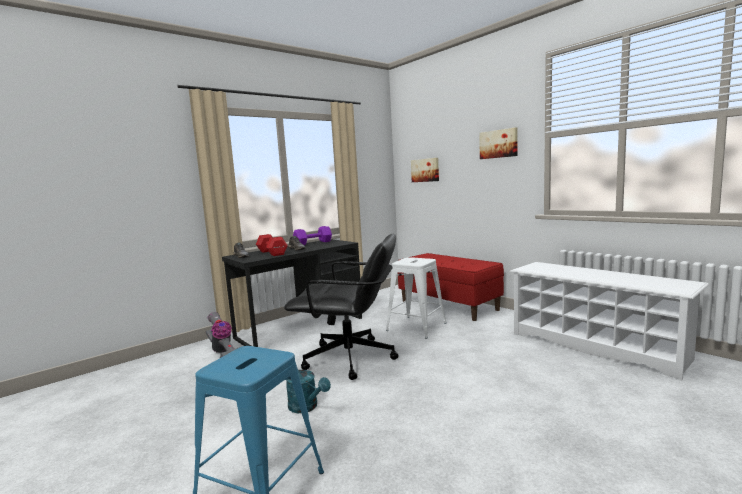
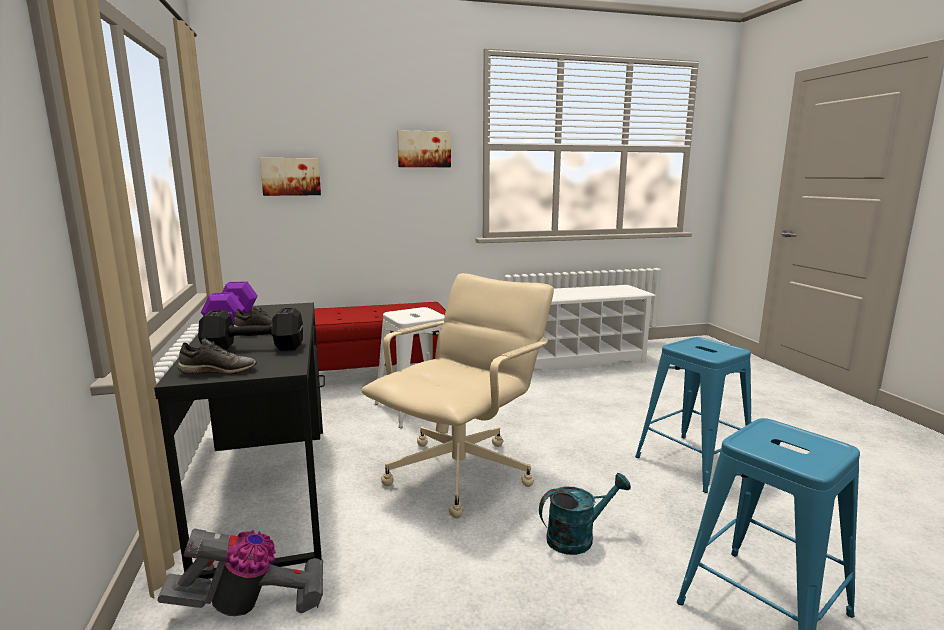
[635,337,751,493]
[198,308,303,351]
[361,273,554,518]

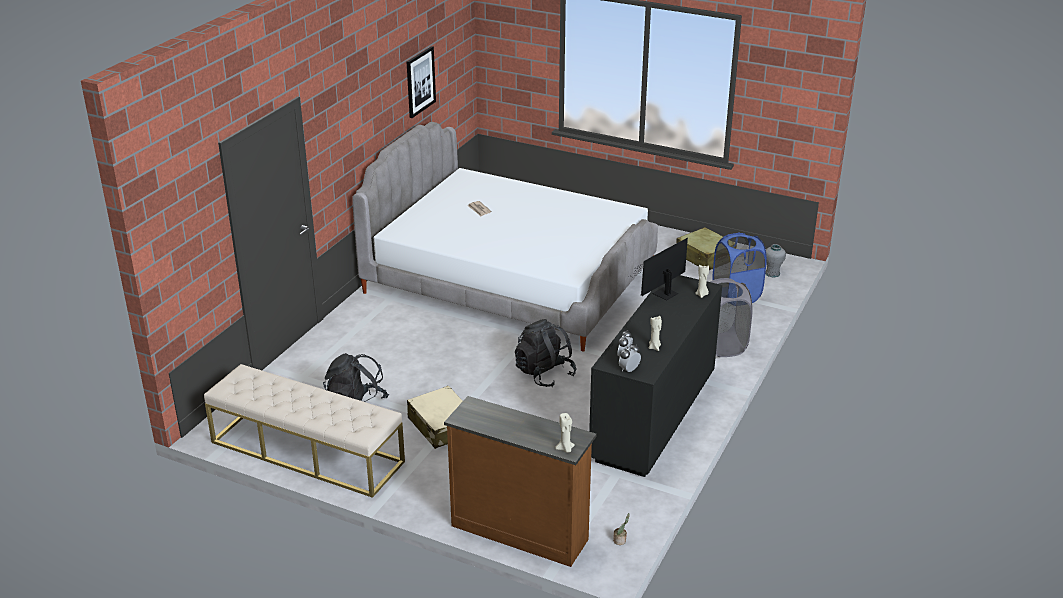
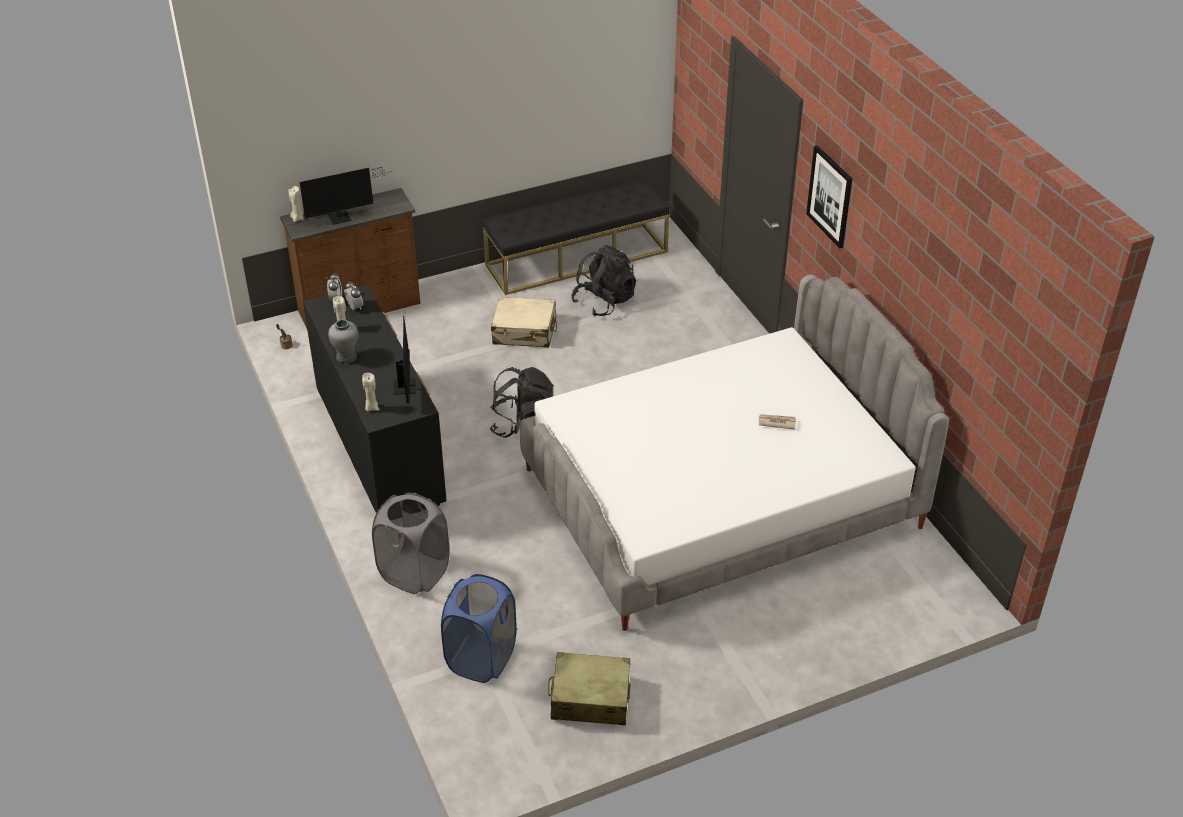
[300,167,392,225]
[806,145,852,248]
[328,319,359,364]
[483,179,669,295]

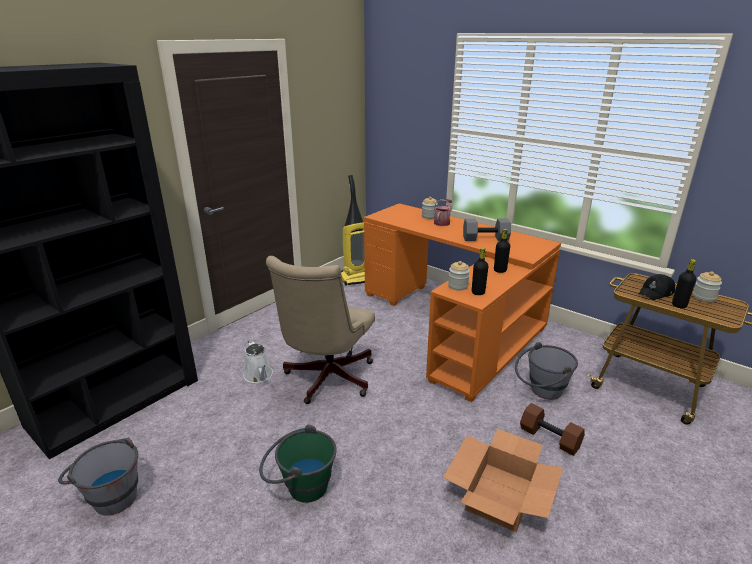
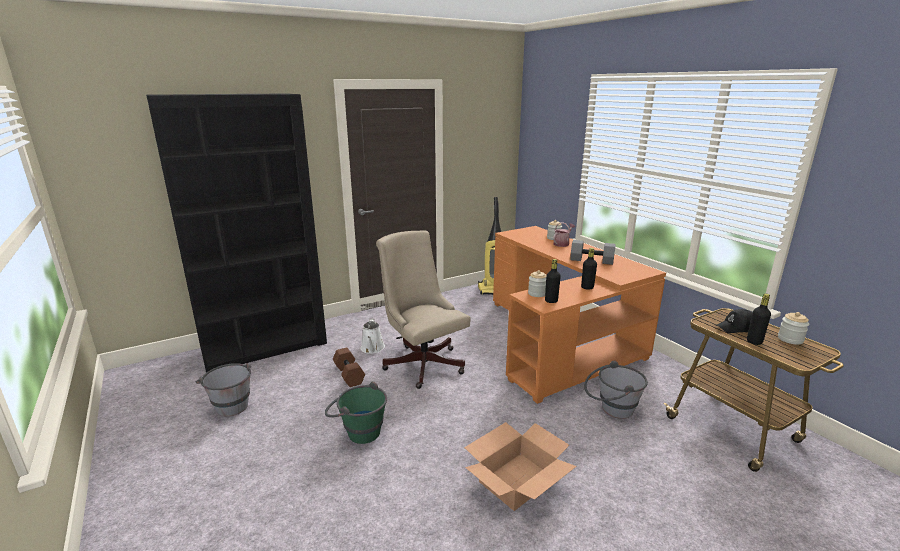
[333,348,365,387]
[376,231,471,389]

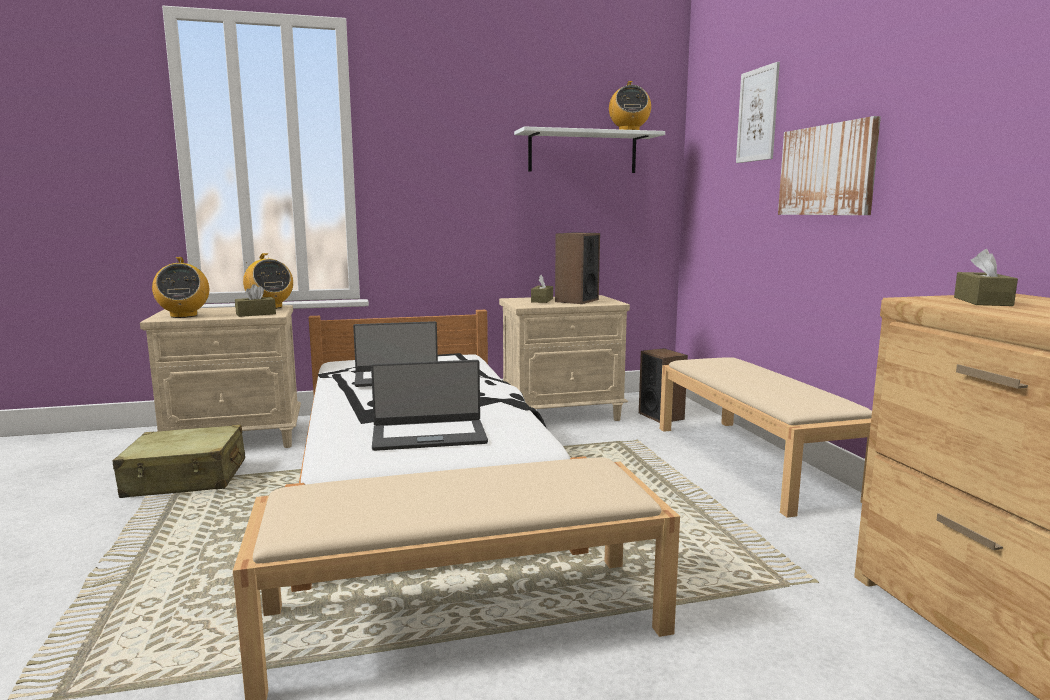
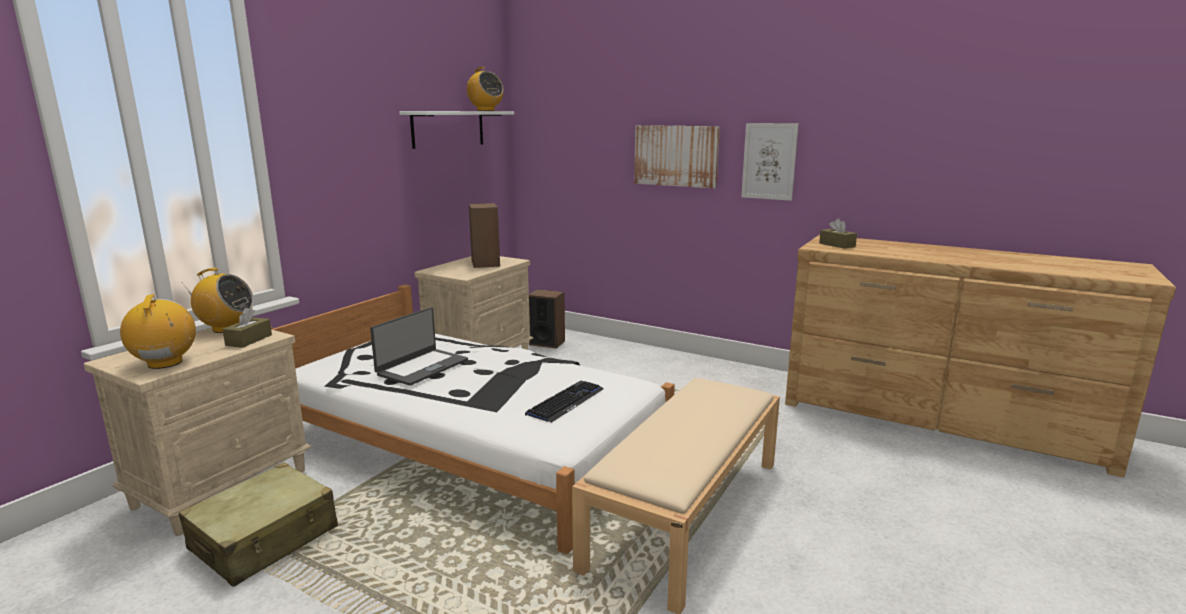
[531,275,553,303] (first image)
[660,357,872,518] (first image)
[741,123,799,201]
[525,381,604,423]
[120,294,196,369]

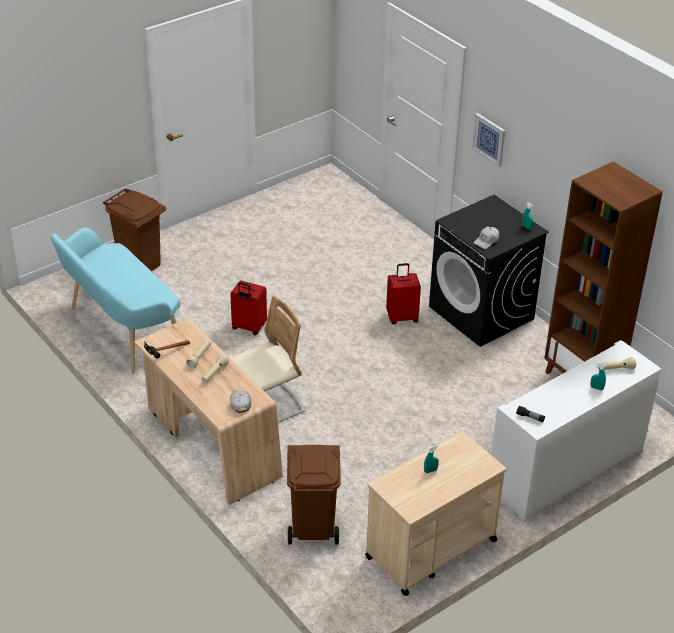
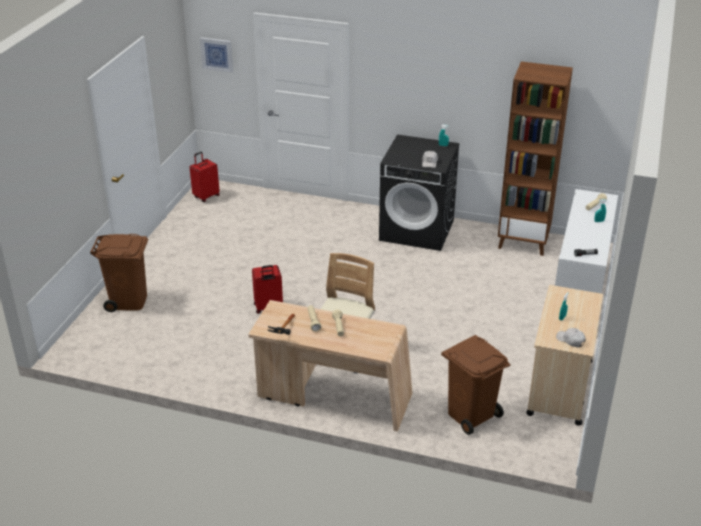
[50,228,180,374] (first image)
[556,328,586,347]
[190,152,220,202]
[200,38,233,72]

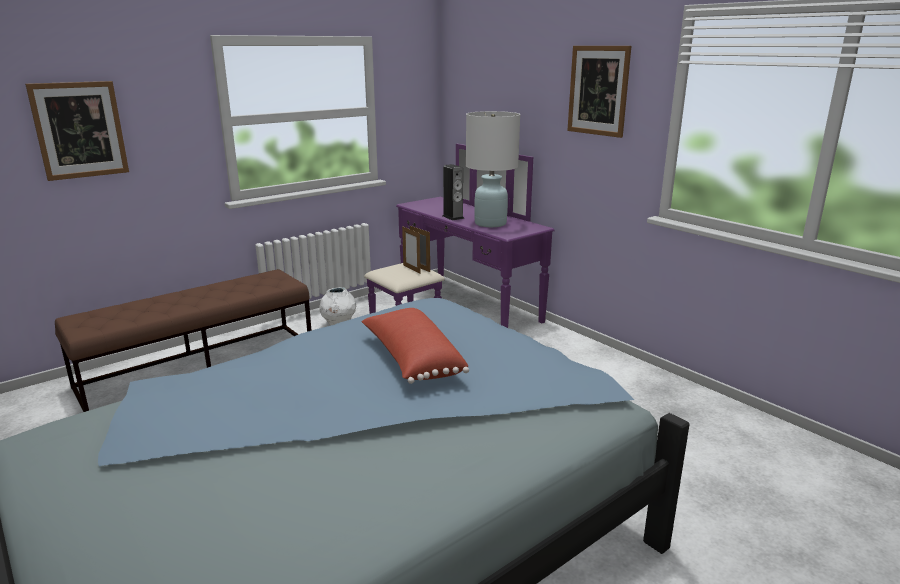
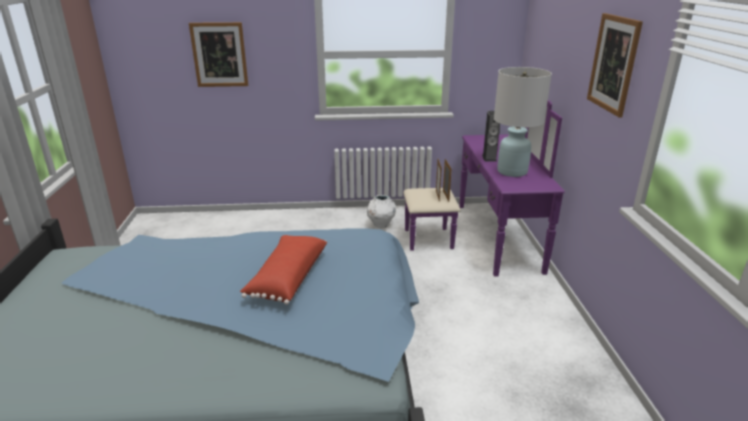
[55,269,312,412] (first image)

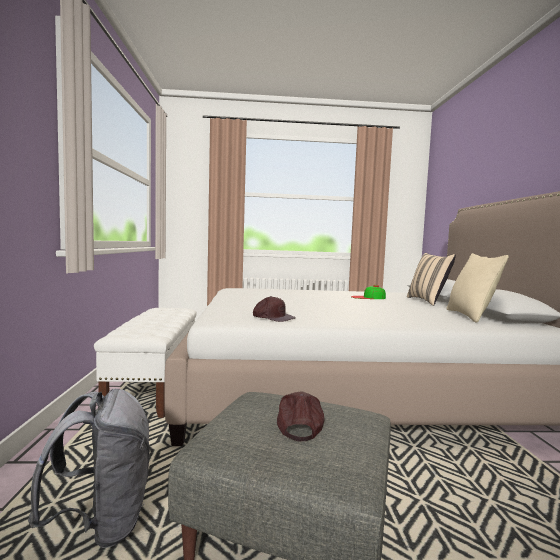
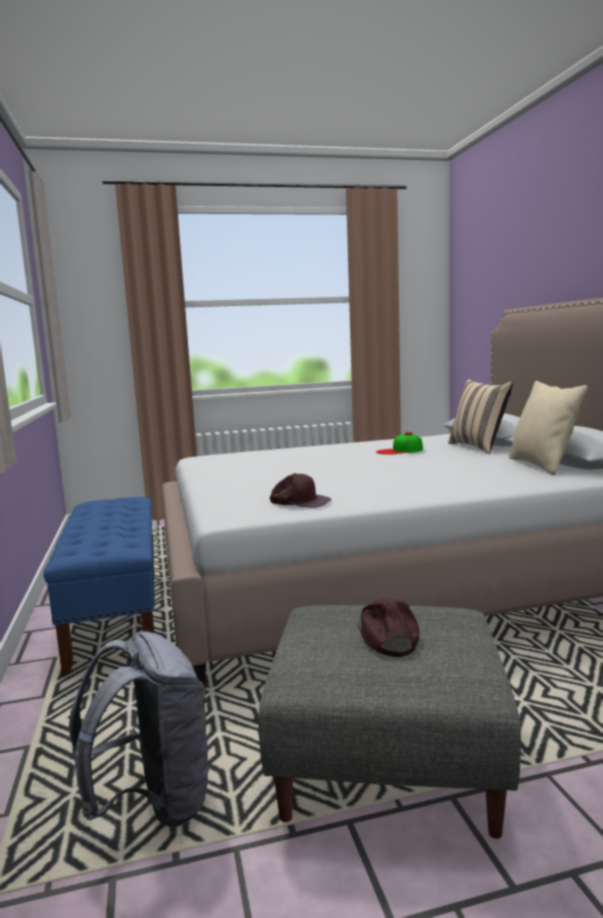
[43,497,155,675]

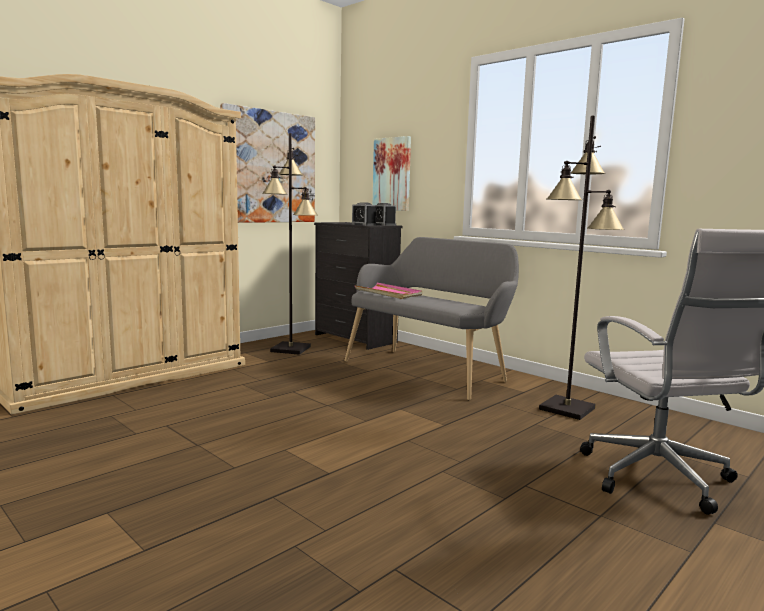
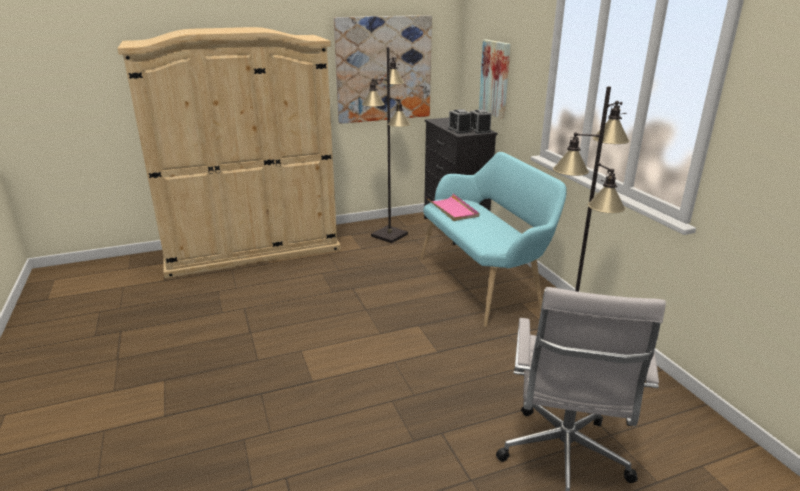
[421,152,567,327]

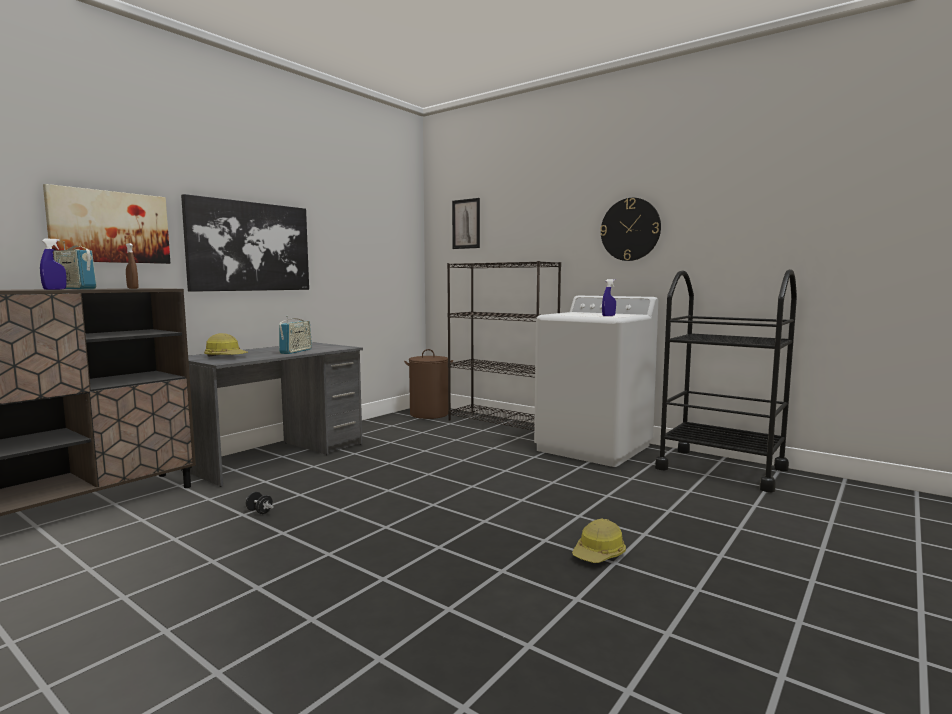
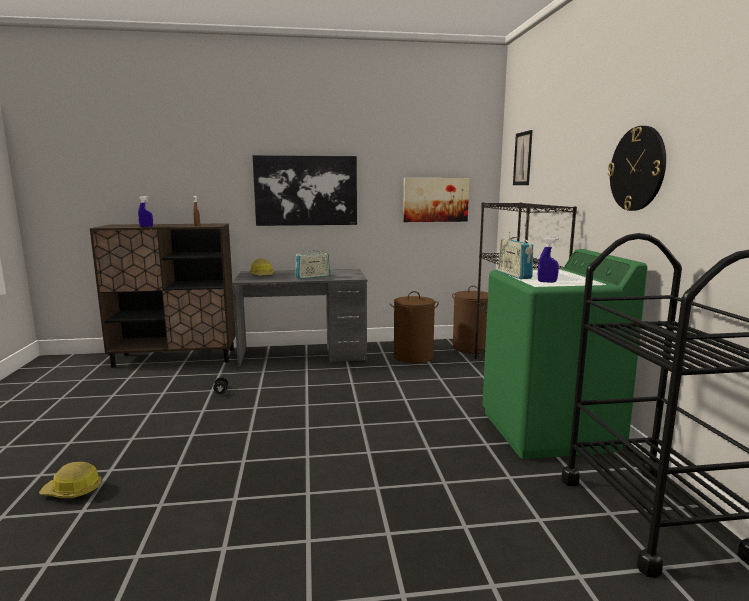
[390,291,439,363]
[403,178,469,222]
[498,232,533,279]
[39,462,102,498]
[483,249,648,459]

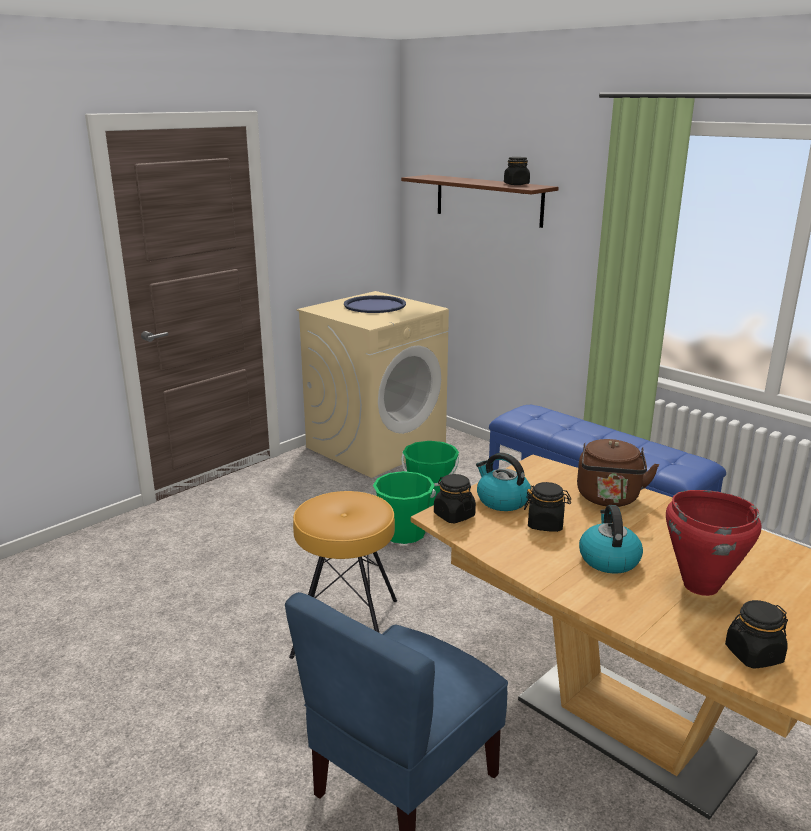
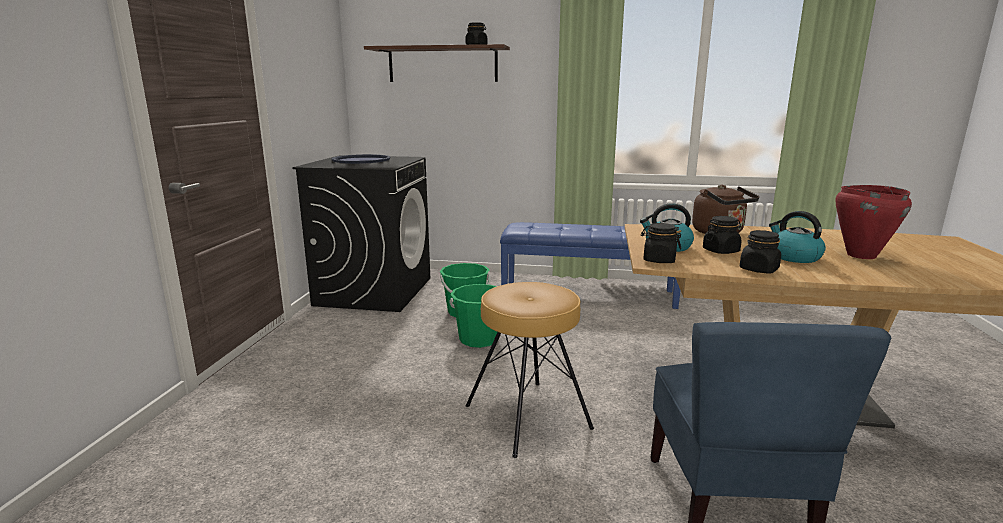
[740,230,781,274]
[292,155,430,312]

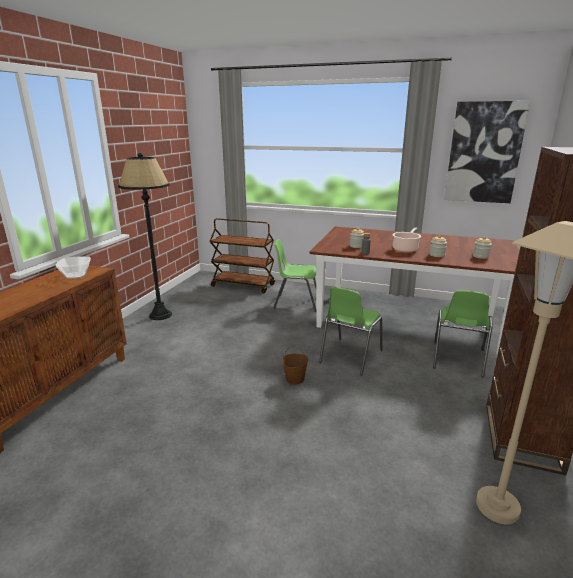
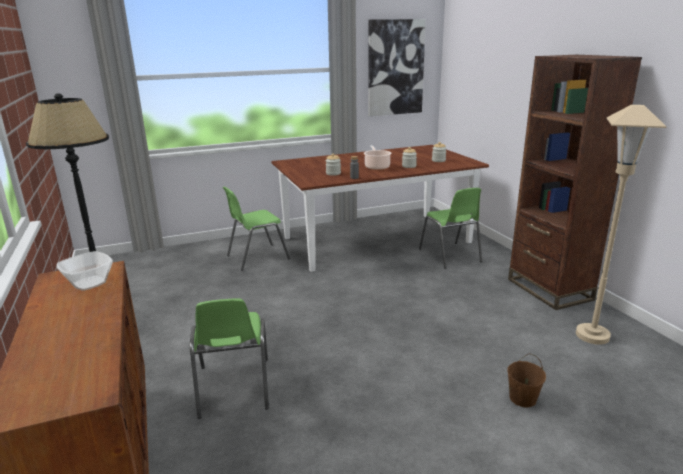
[209,218,275,293] (first image)
[508,354,546,407]
[190,299,269,419]

